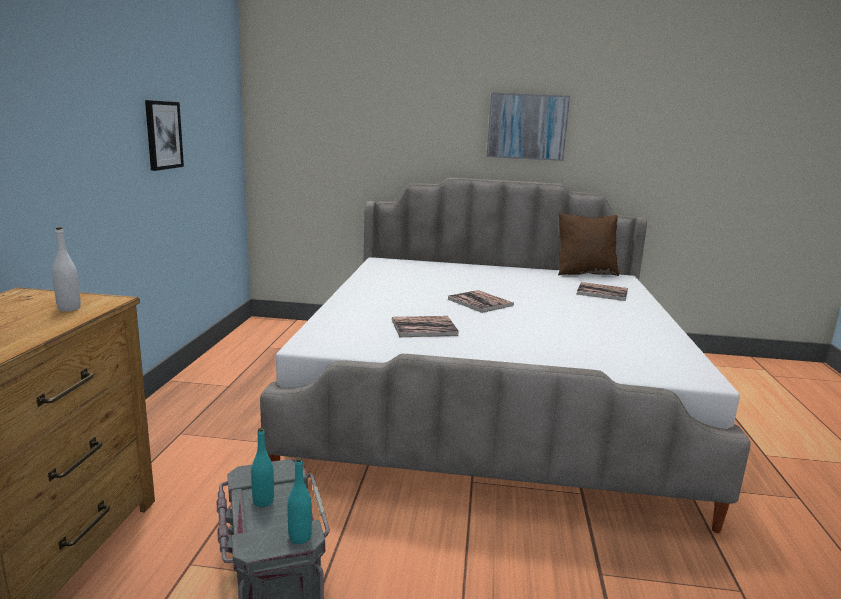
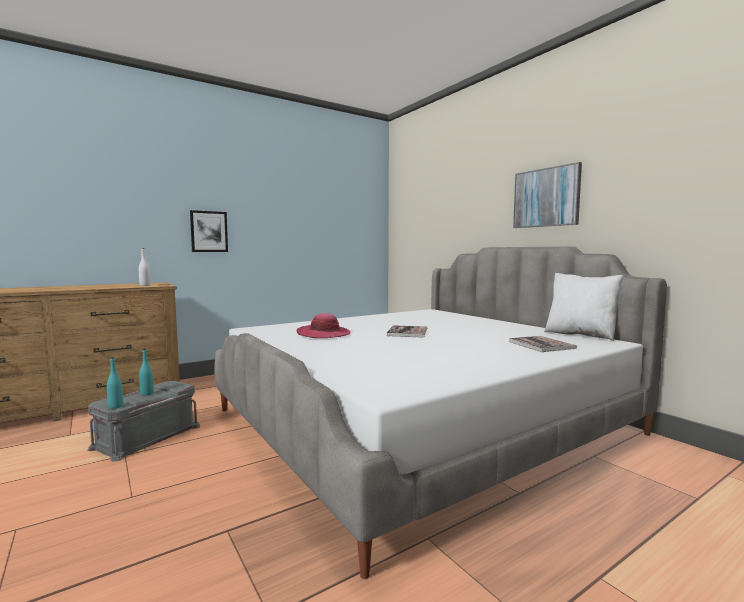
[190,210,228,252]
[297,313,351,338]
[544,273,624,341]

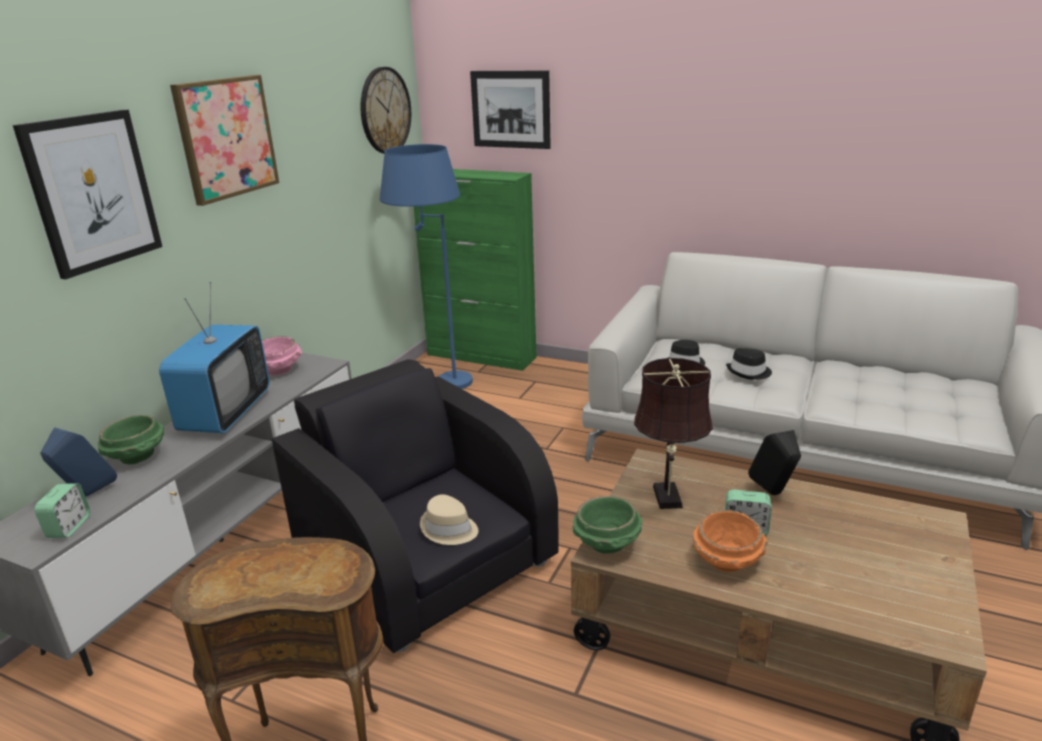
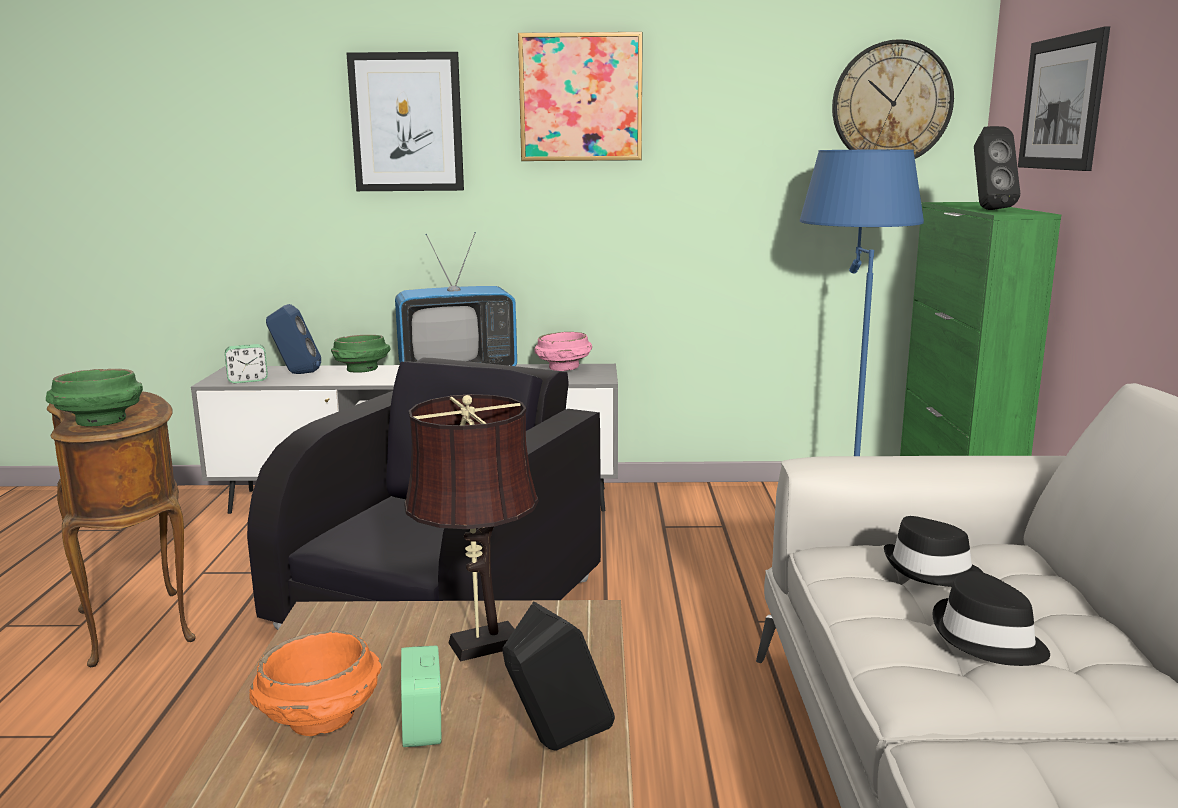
[420,494,478,545] (first image)
[974,126,1020,210]
[46,369,143,426]

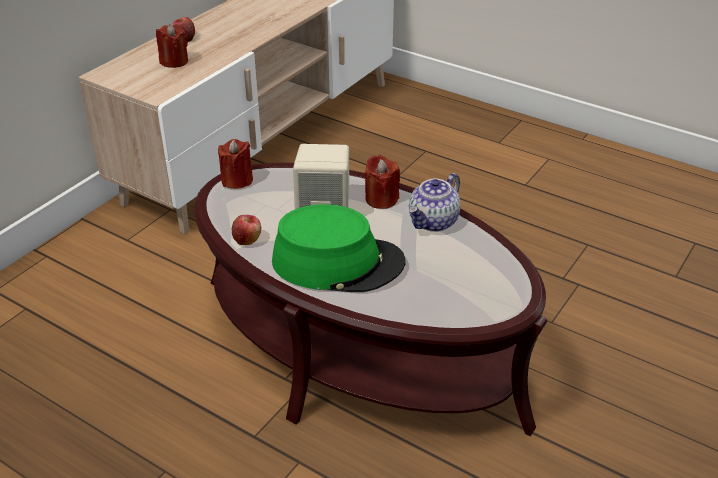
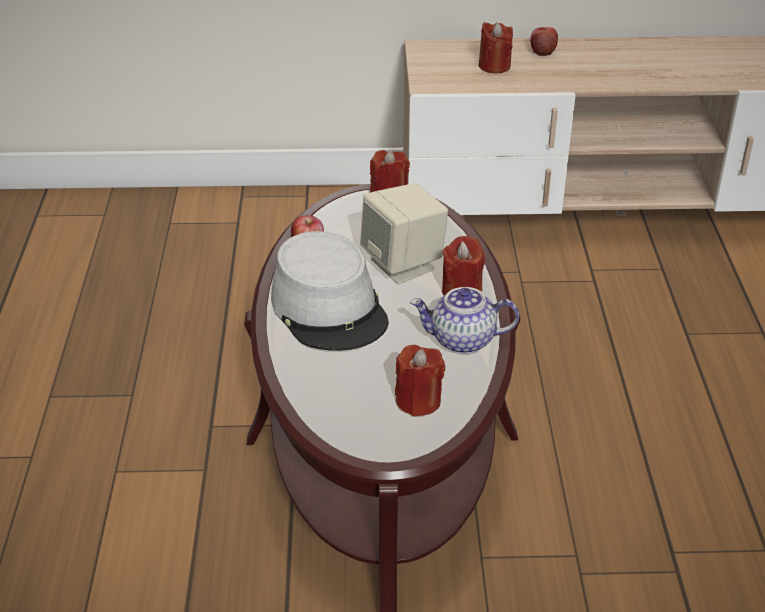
[395,345,445,416]
[271,231,389,351]

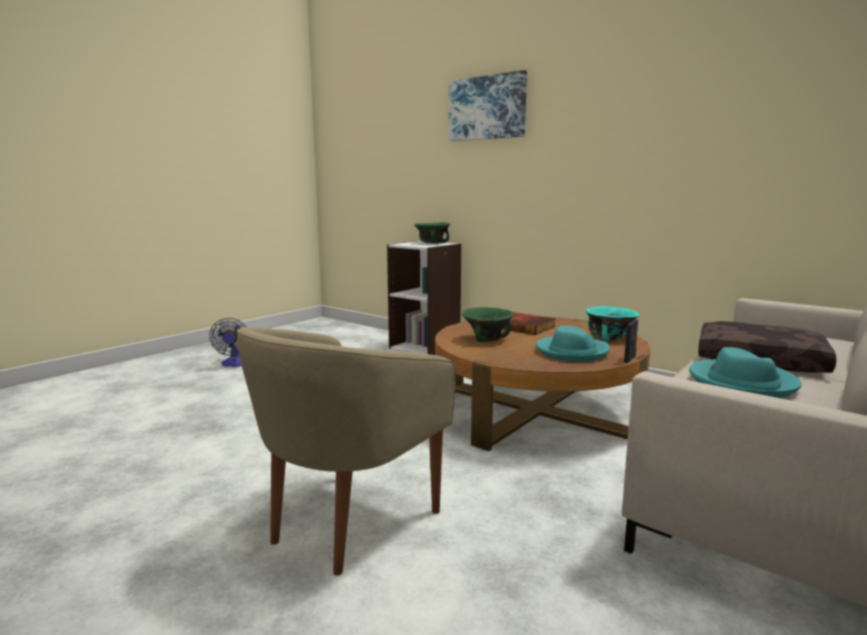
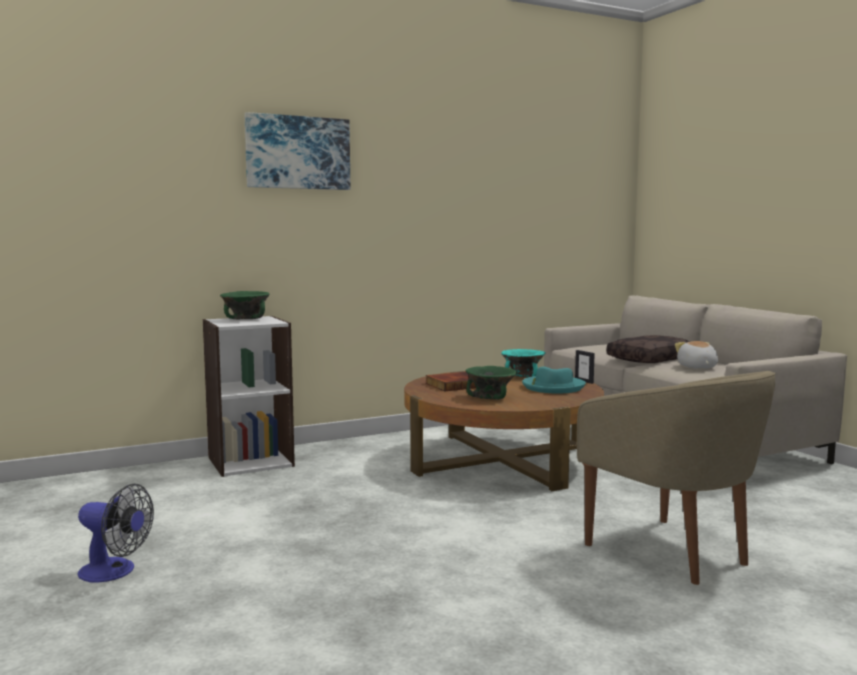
[675,341,718,369]

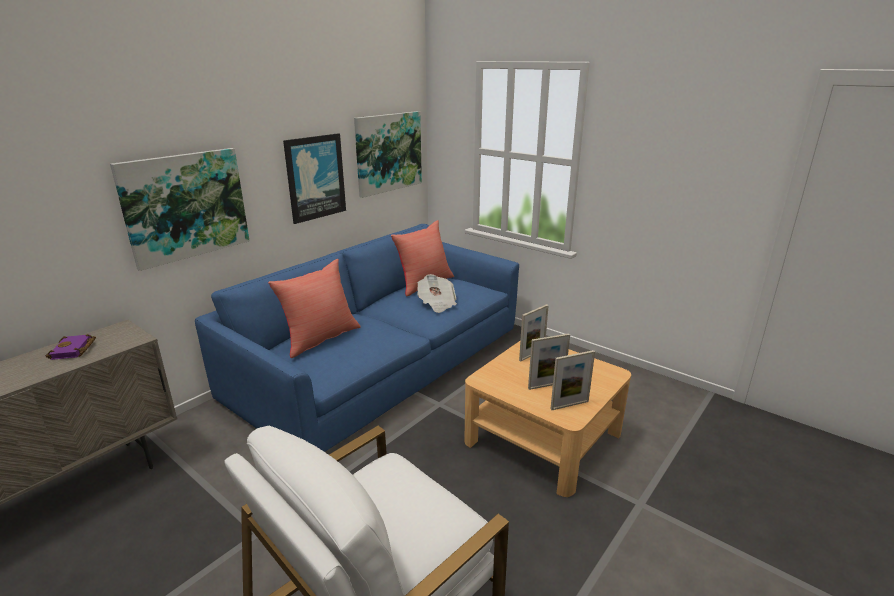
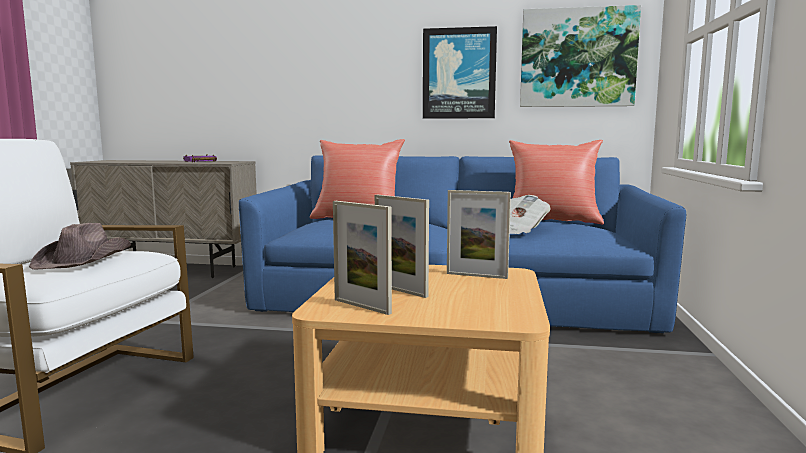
[110,148,250,271] (first image)
[29,223,132,270]

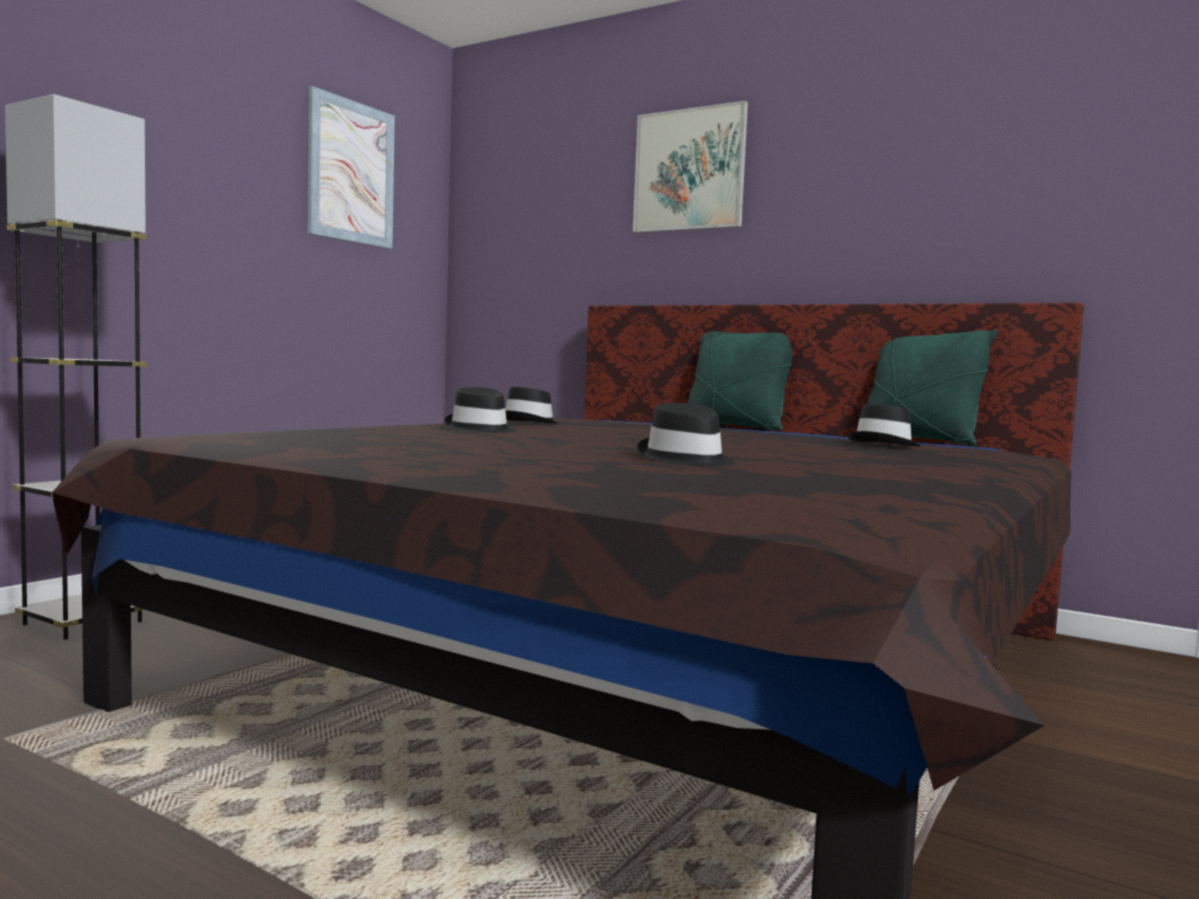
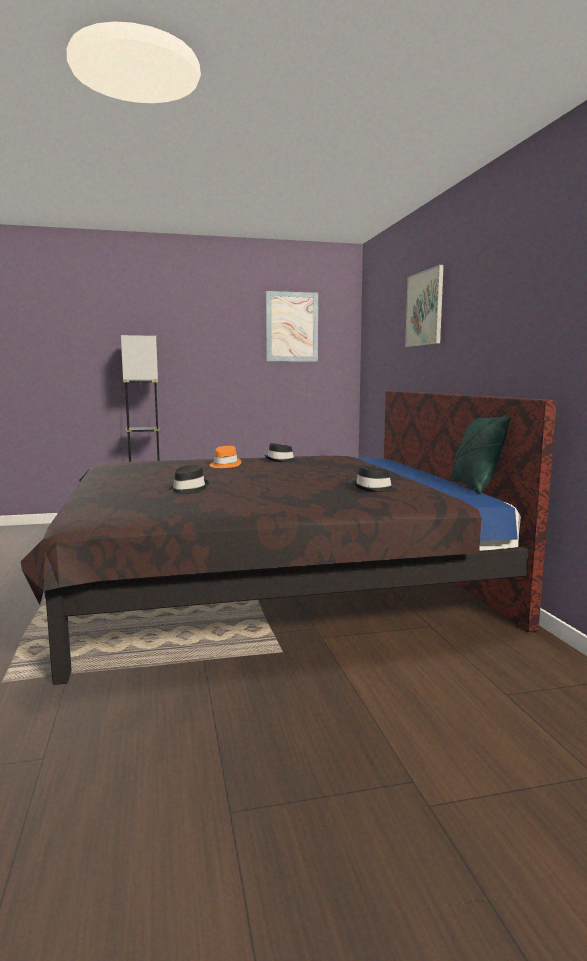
[688,331,792,431] (first image)
[210,446,241,468]

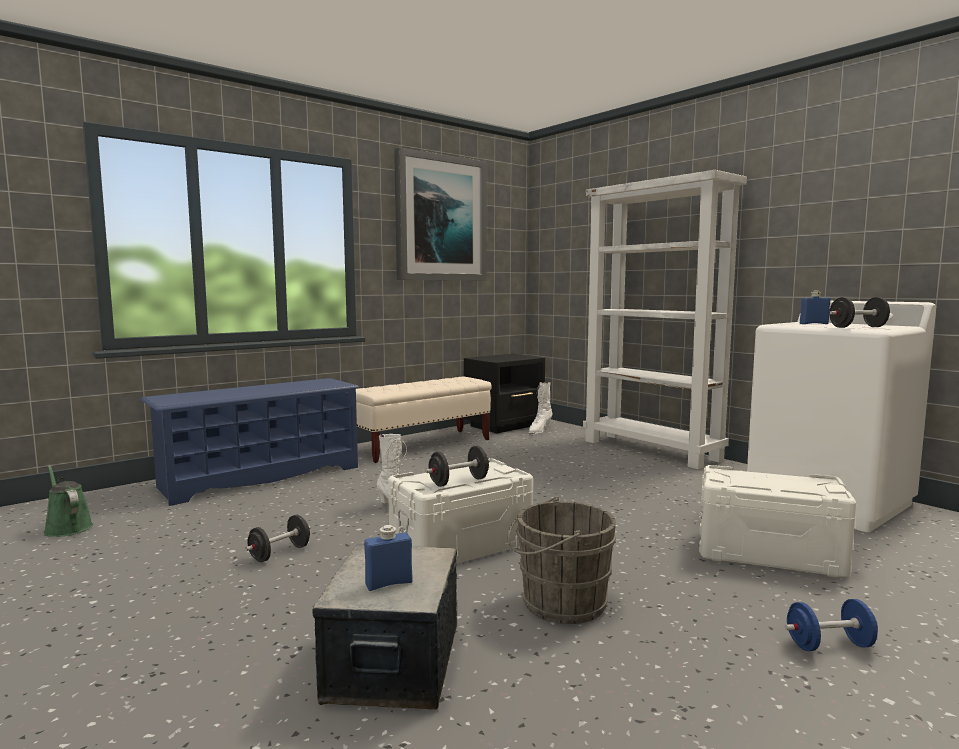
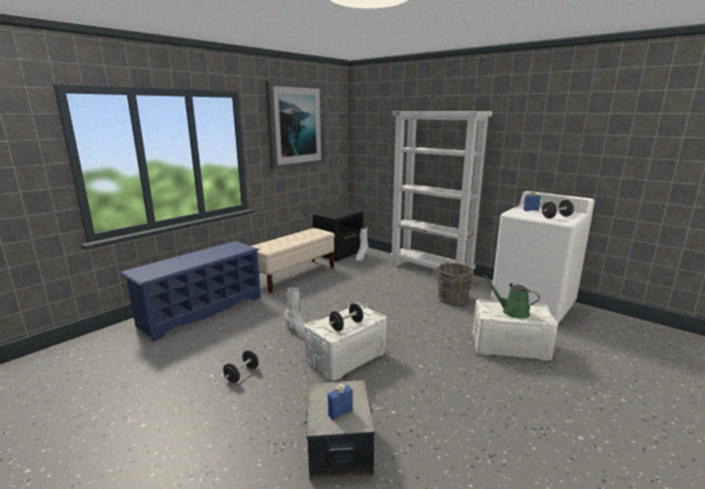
[785,599,878,651] (first image)
[483,275,540,319]
[433,261,474,305]

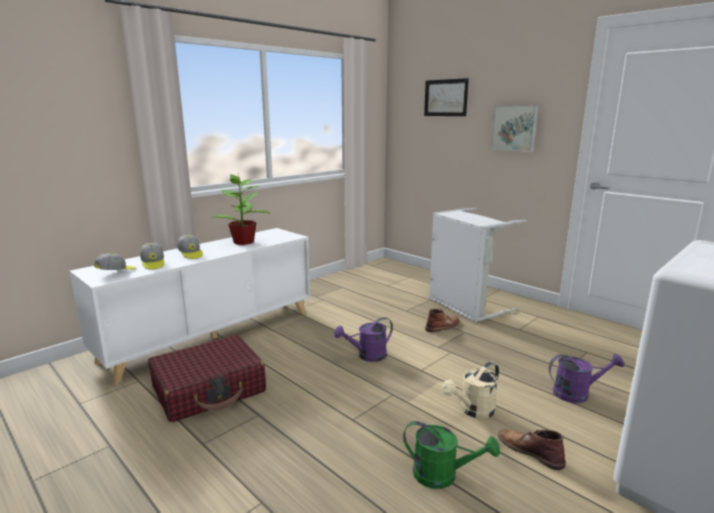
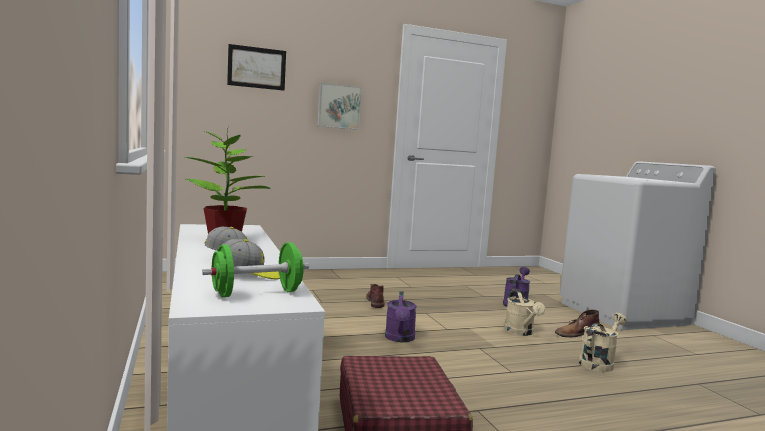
[429,208,527,323] (first image)
[202,243,309,297]
[579,313,627,372]

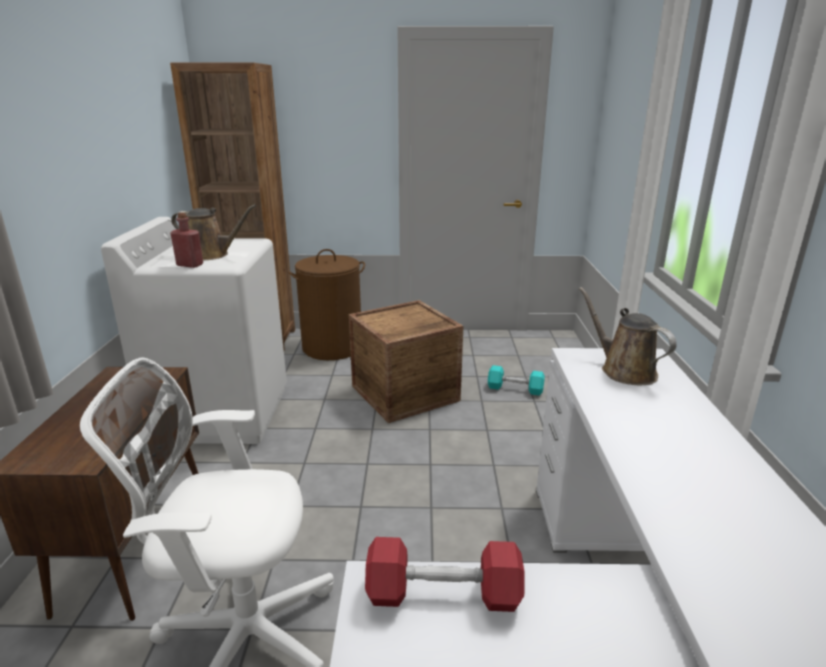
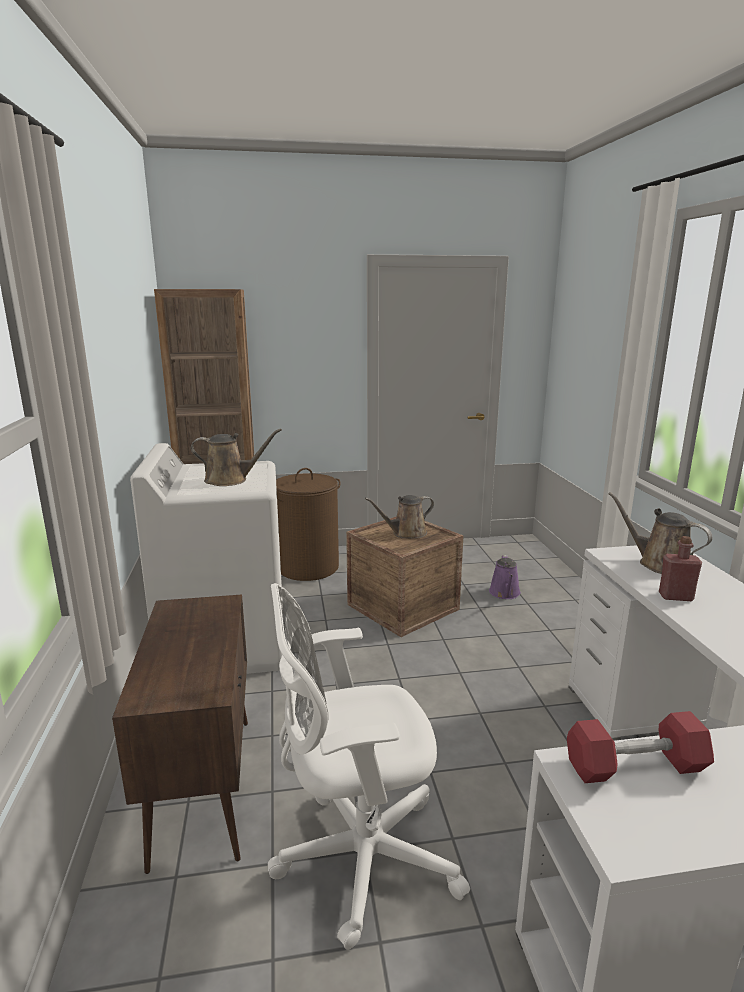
[365,495,434,539]
[659,536,702,601]
[489,555,521,599]

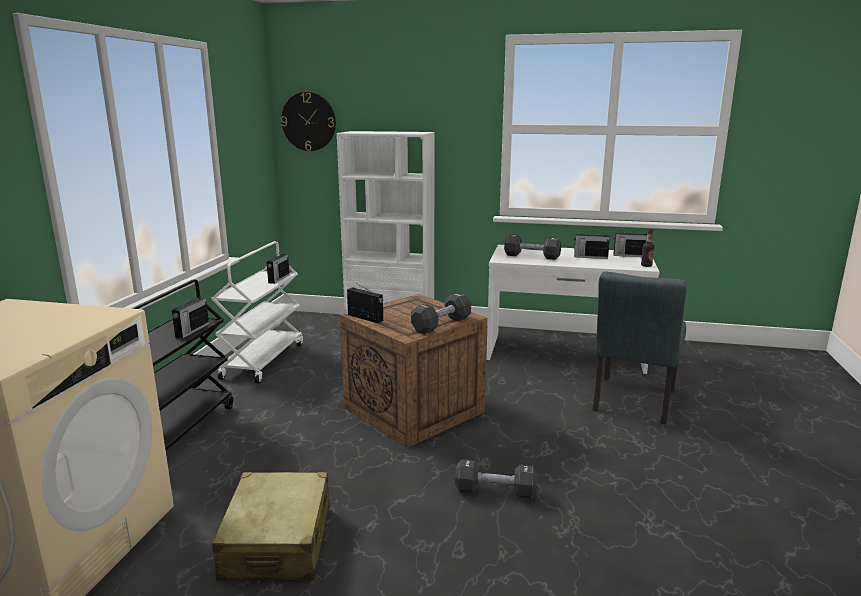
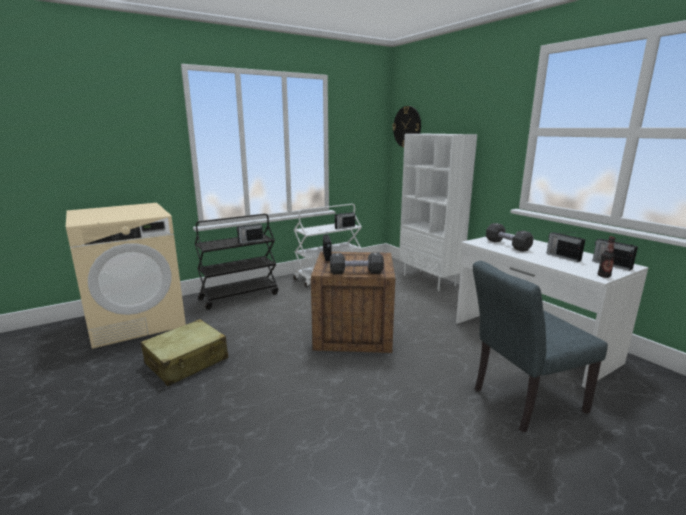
[455,459,537,499] (first image)

